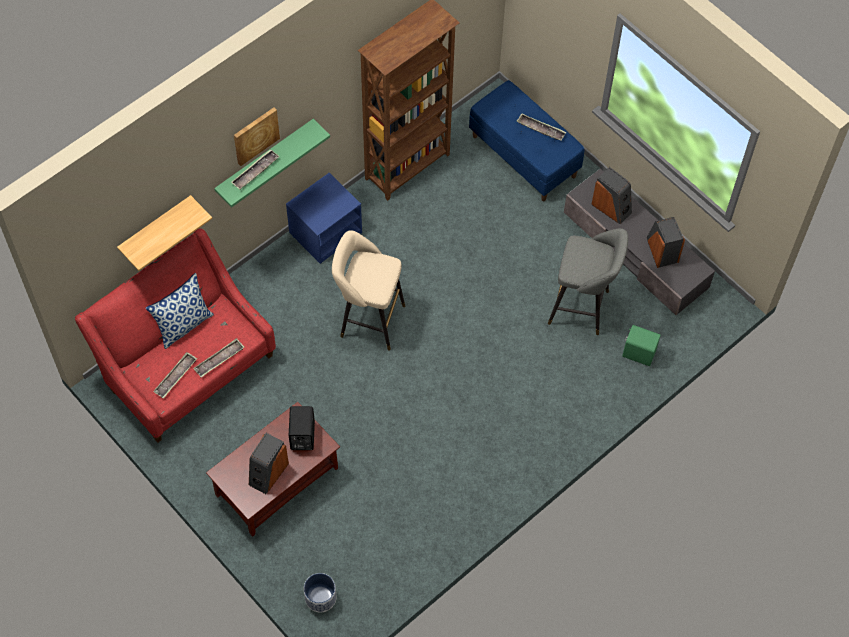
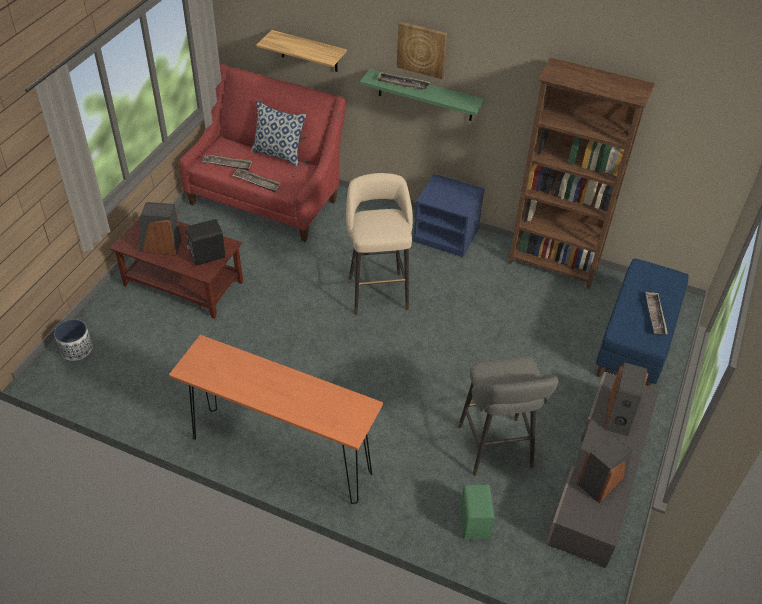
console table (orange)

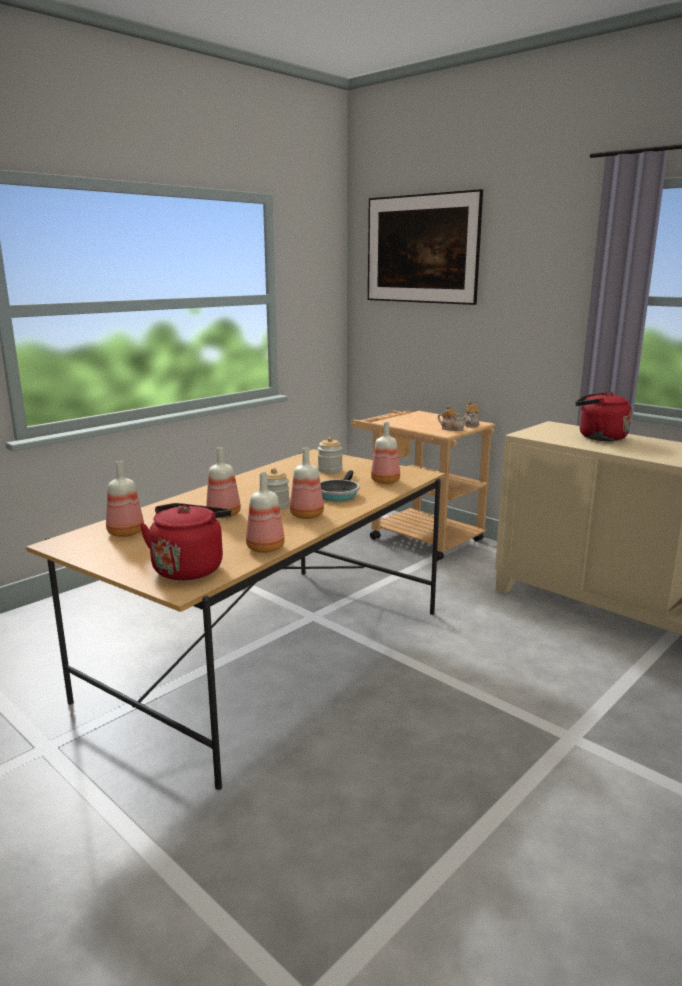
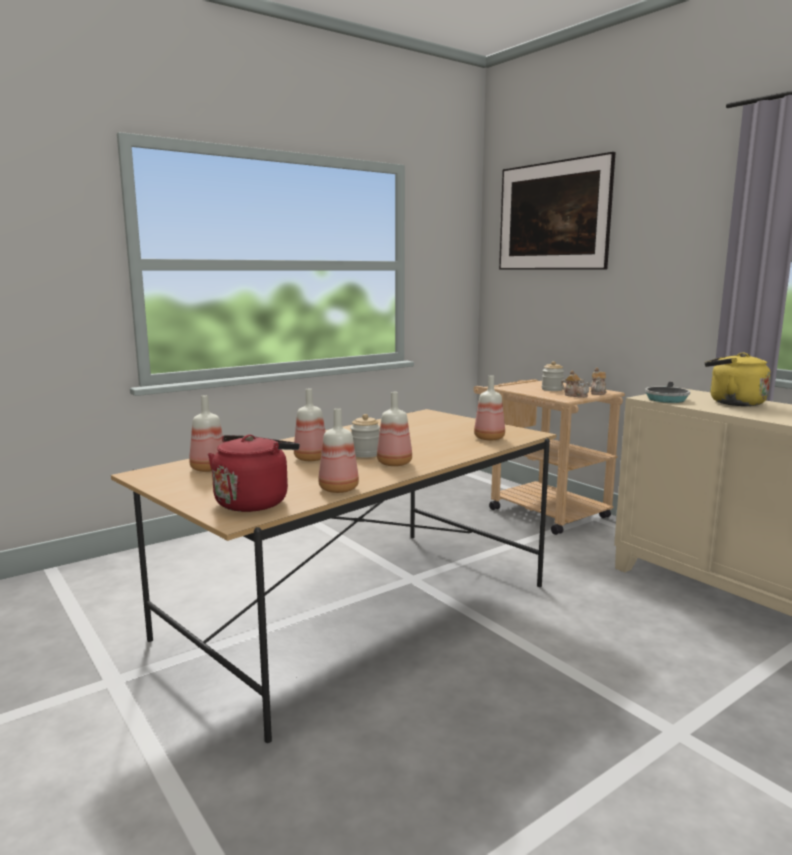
jar (no. 2 from left); frying pan; kettle (yellow)

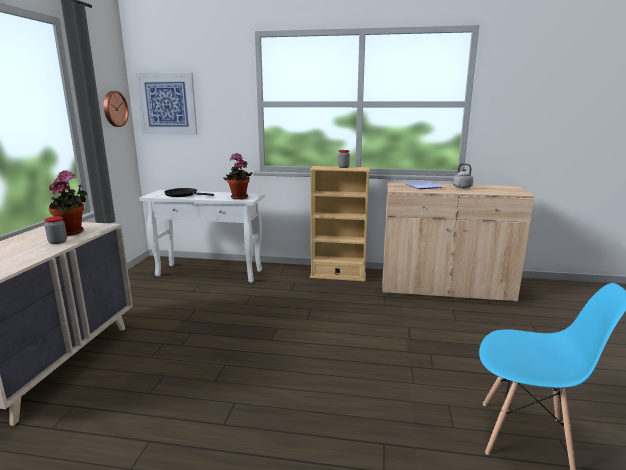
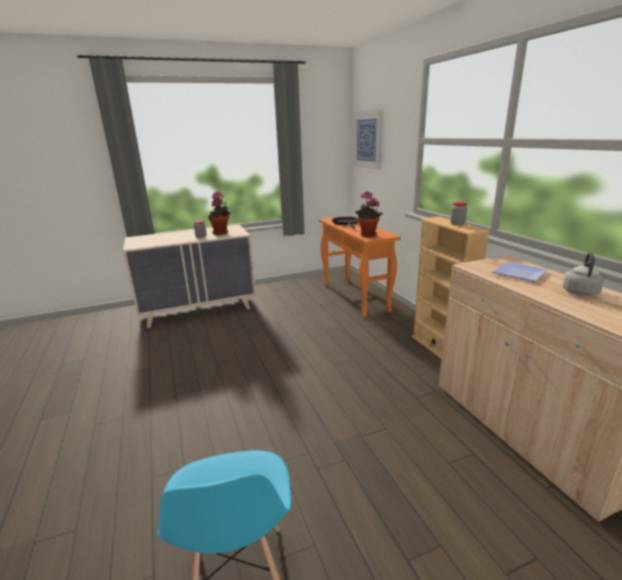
wall clock; console table (orange)

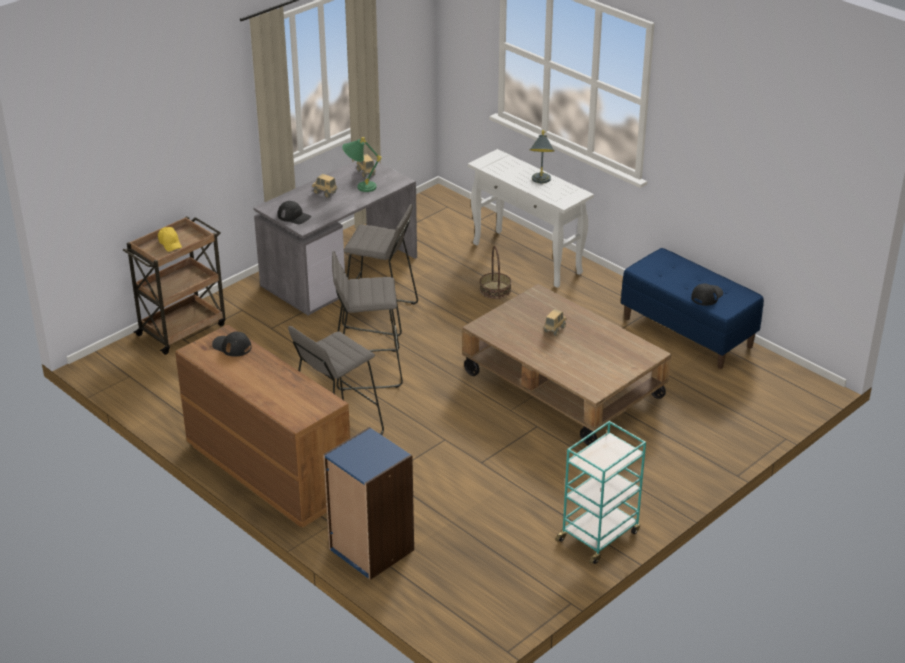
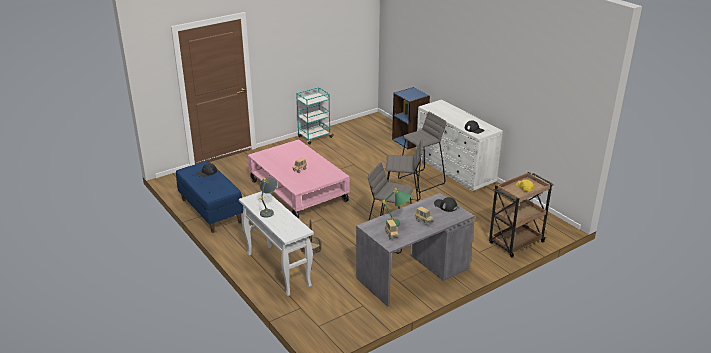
dresser (white); coffee table (pink)

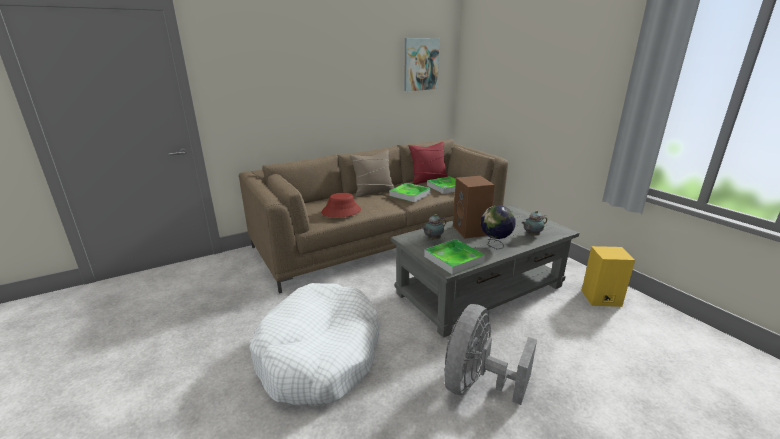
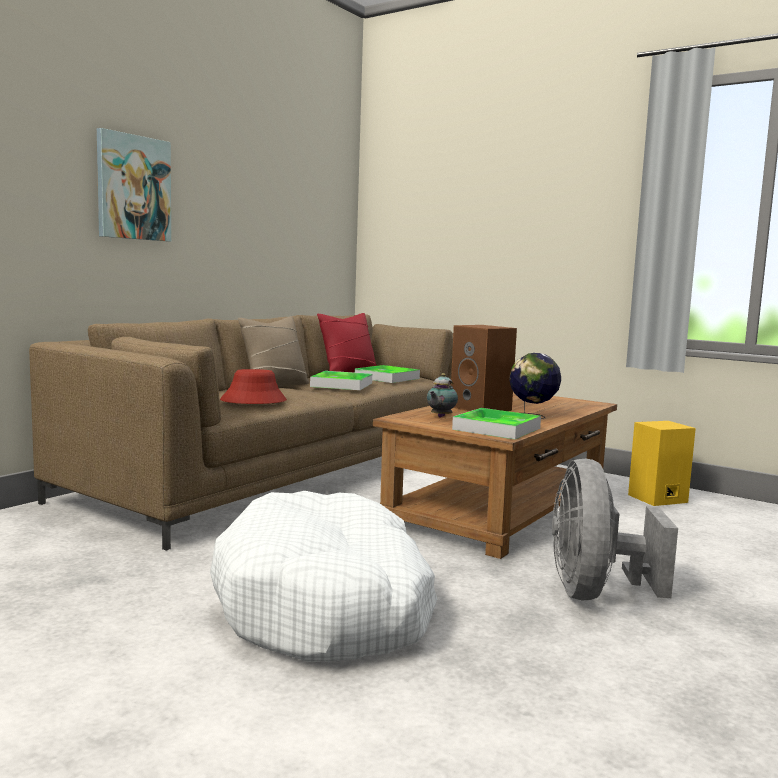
teapot (no. 2 from left in the first image); picture; coffee table (brown)

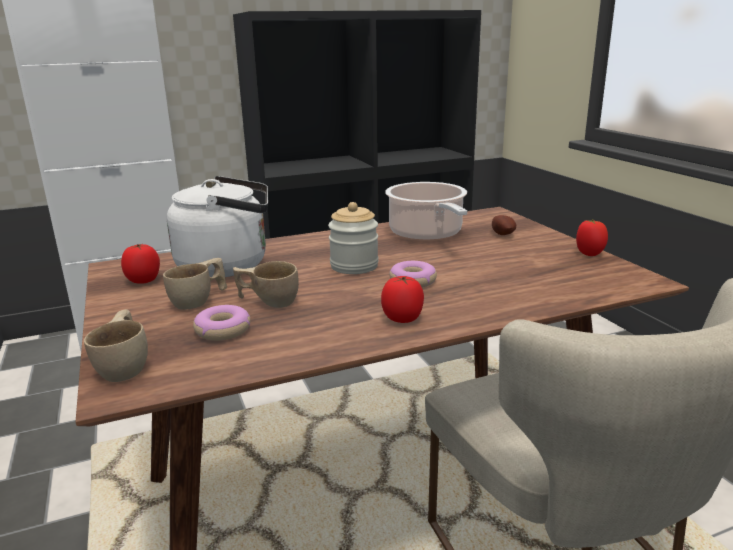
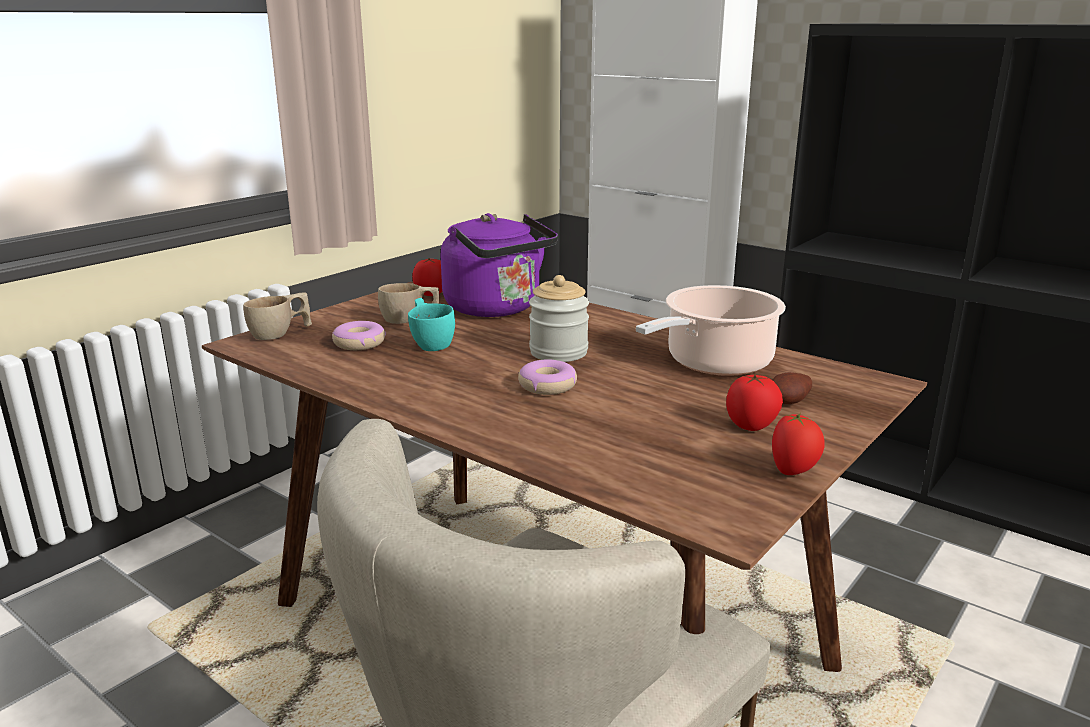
tomato (no. 2 from left); kettle (purple); cup (turquoise)

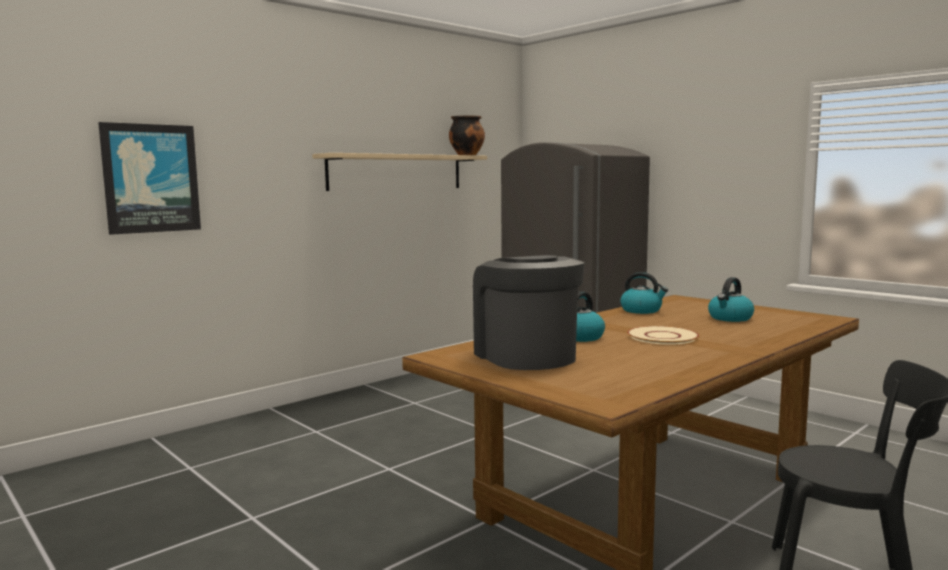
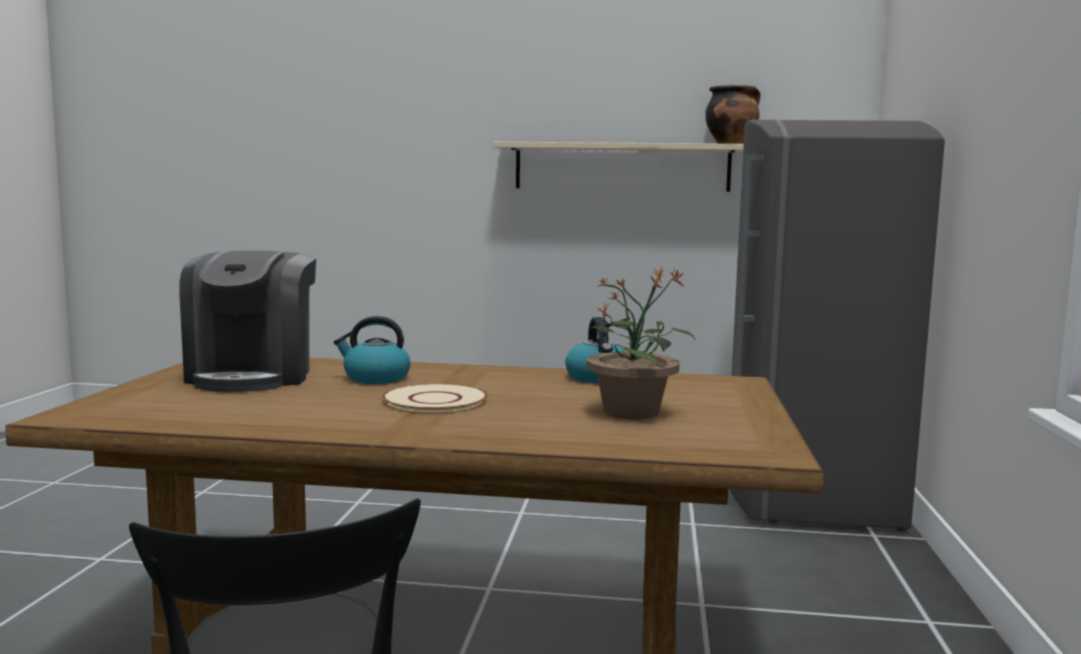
picture; potted plant; coffee machine

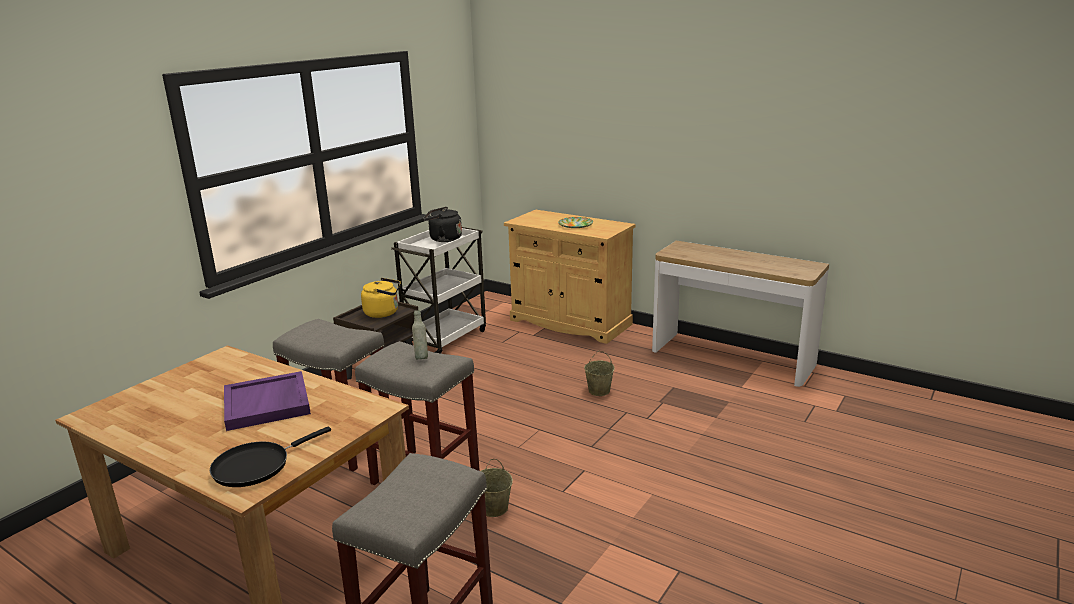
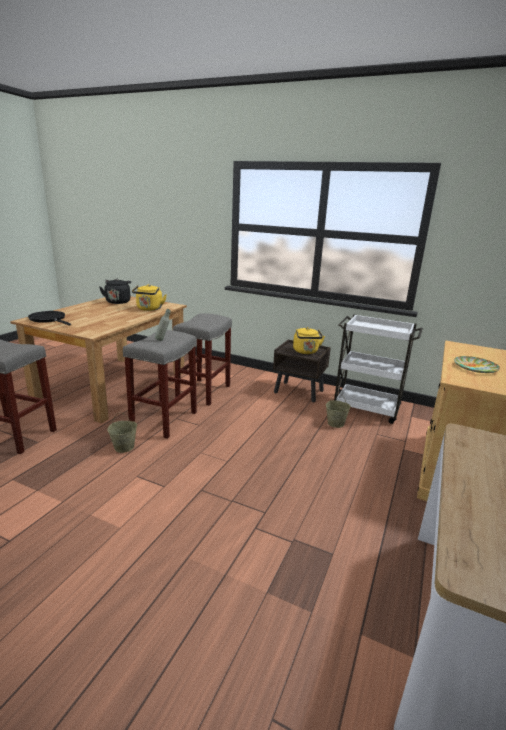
tray (purple); kettle (yellow) (no. 1 from left); kettle (black); bucket (beige) (no. 2 from left)

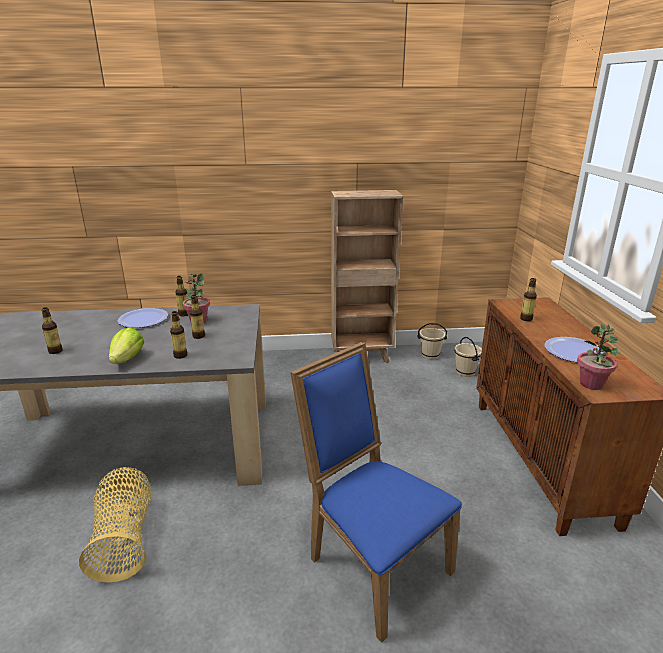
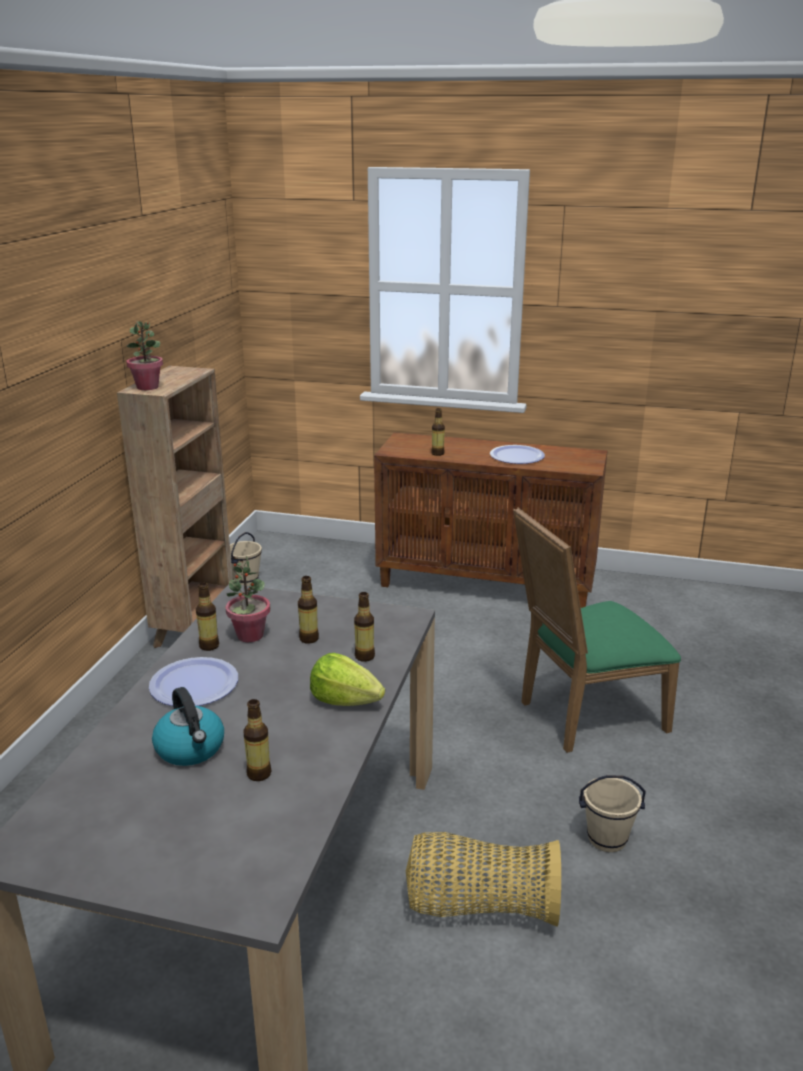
kettle; bucket (beige) (no. 2 from left); potted plant (no. 1 from left); chair (green)

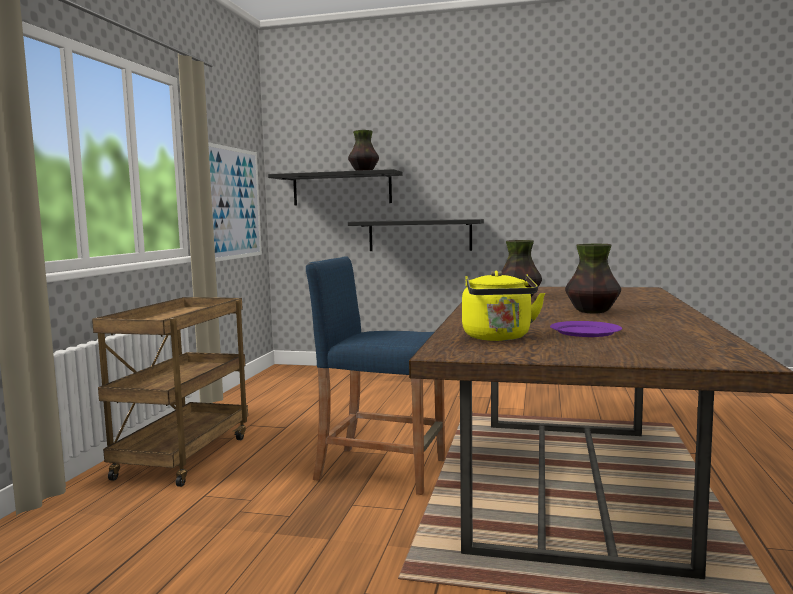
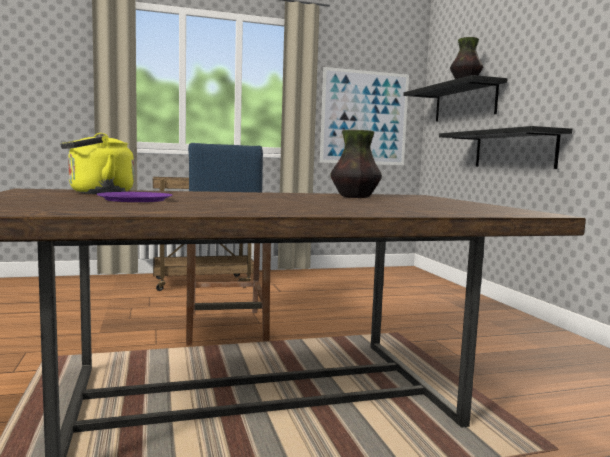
vase (no. 3 from left in the first image)

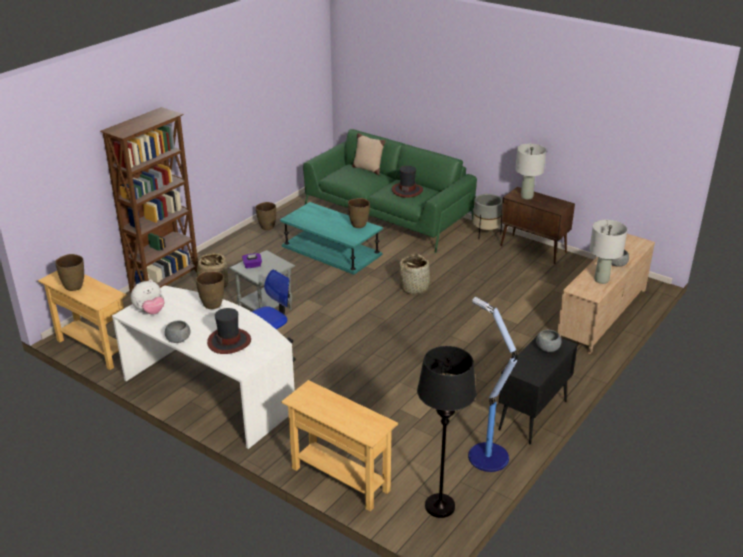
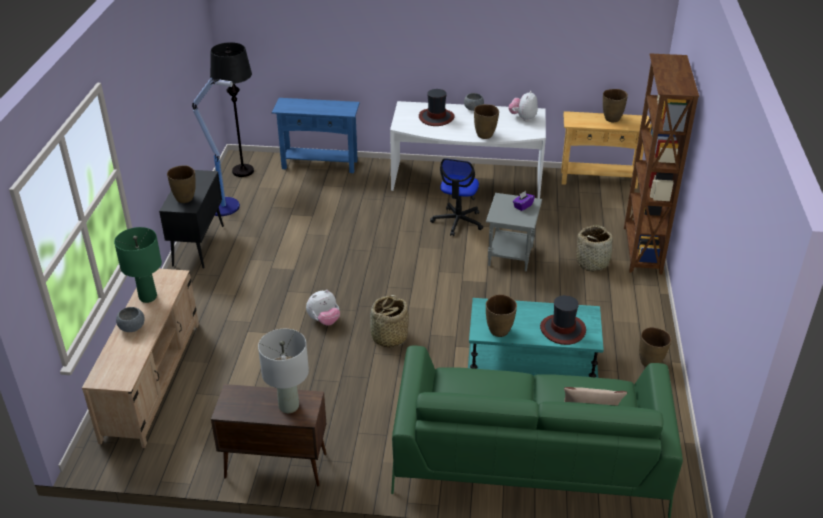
planter (grey); plush toy (no. 1 from left); hat (no. 2 from left); vase (brown) (no. 1 from left); console table (blue); table lamp (green)

